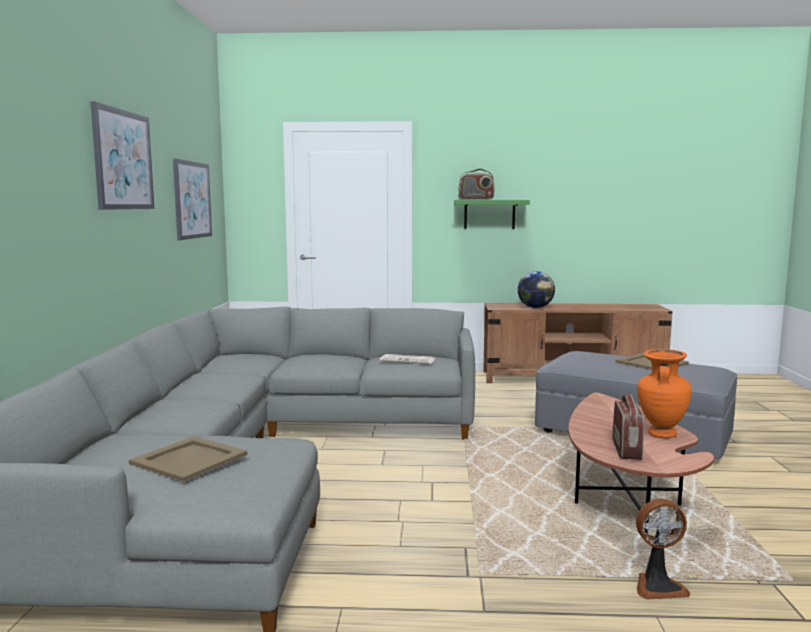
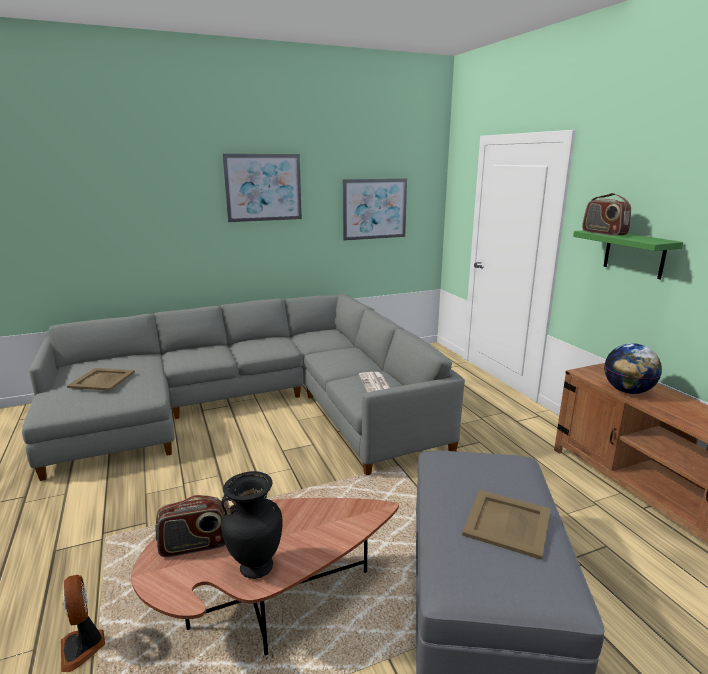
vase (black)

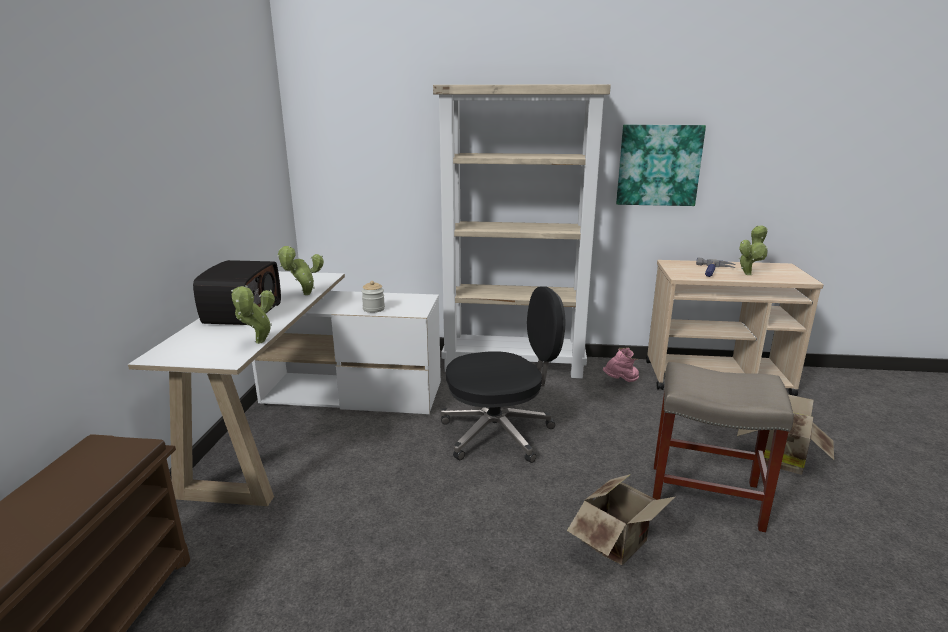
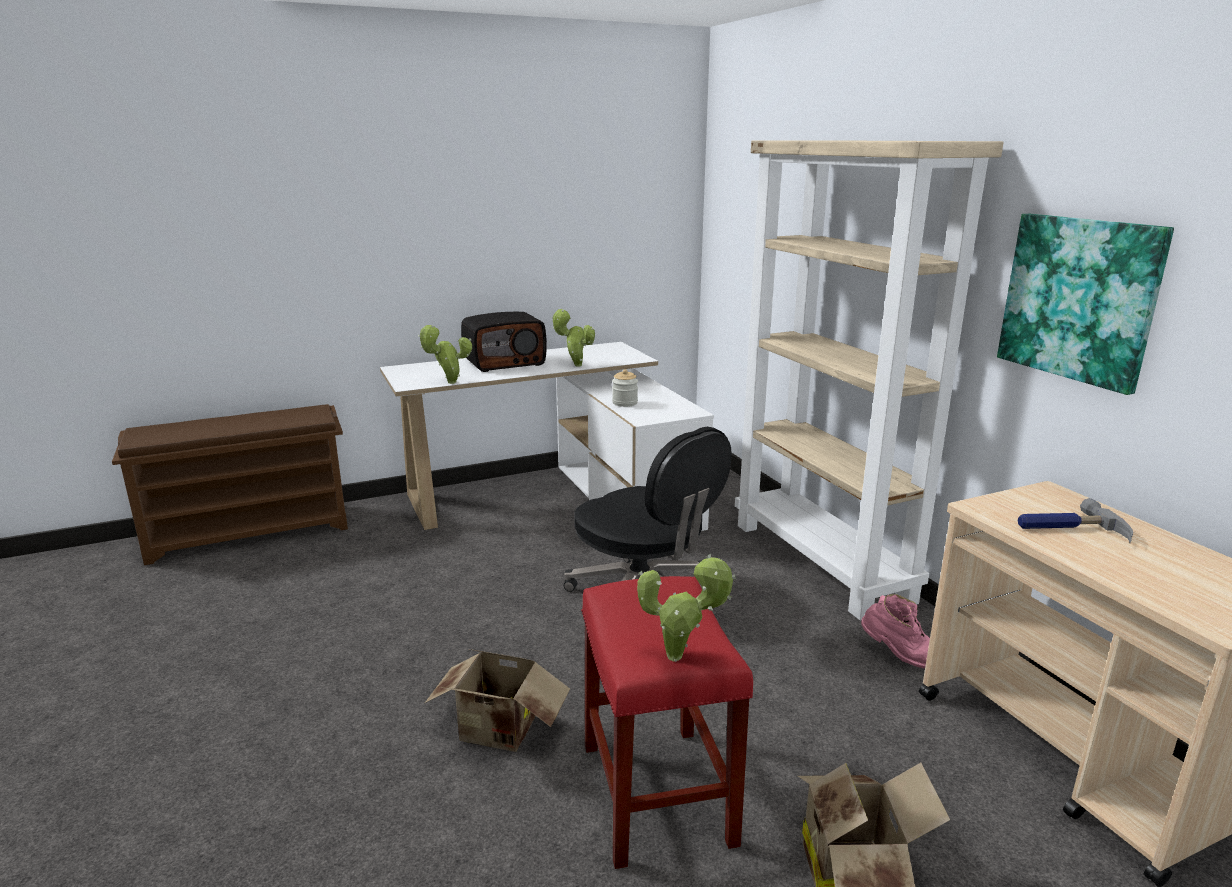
potted plant (no. 3 from left); stool (red)

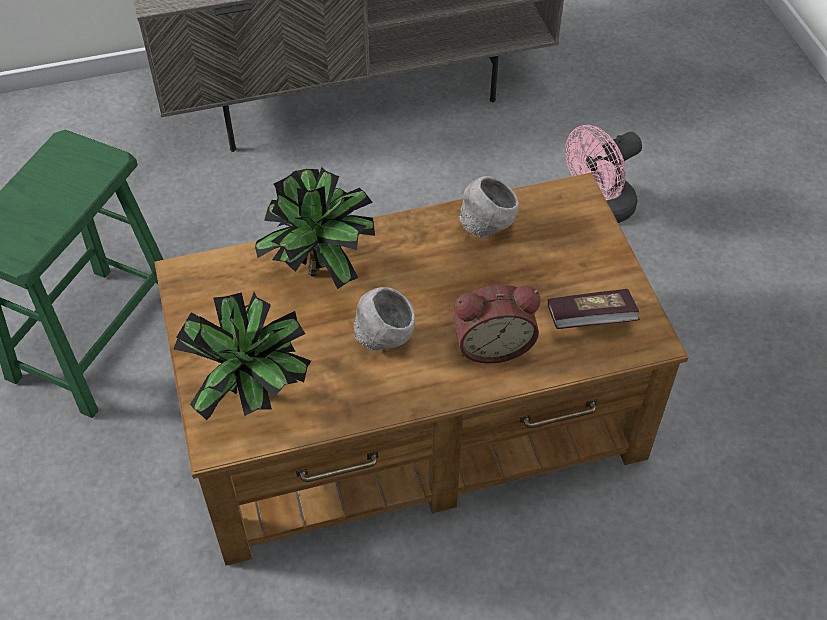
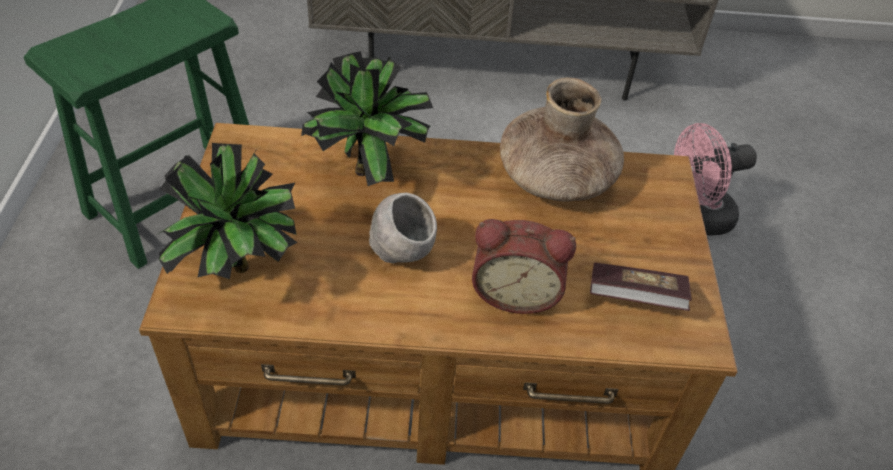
vase (brown)

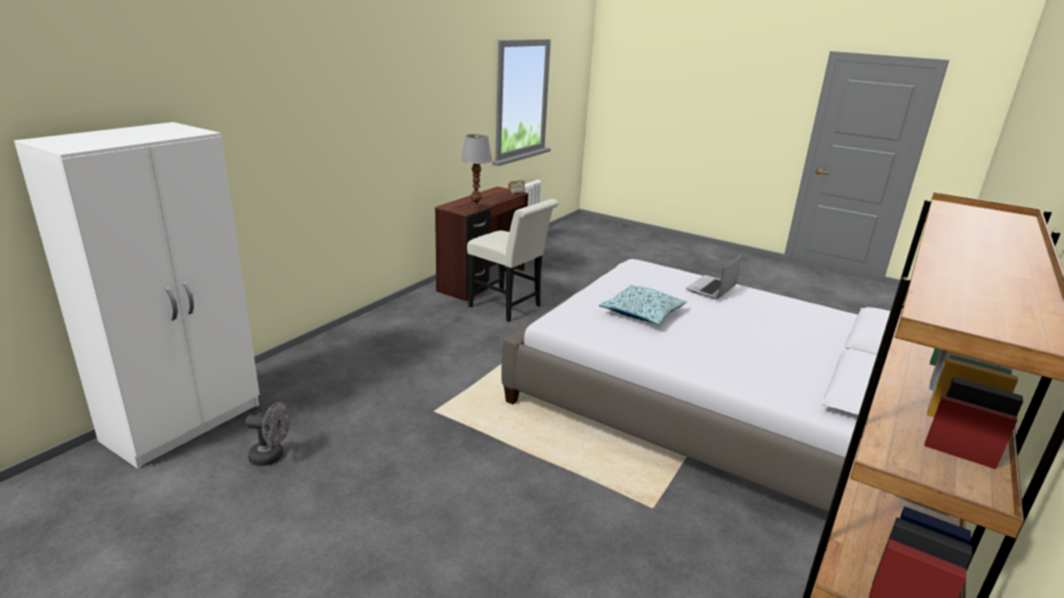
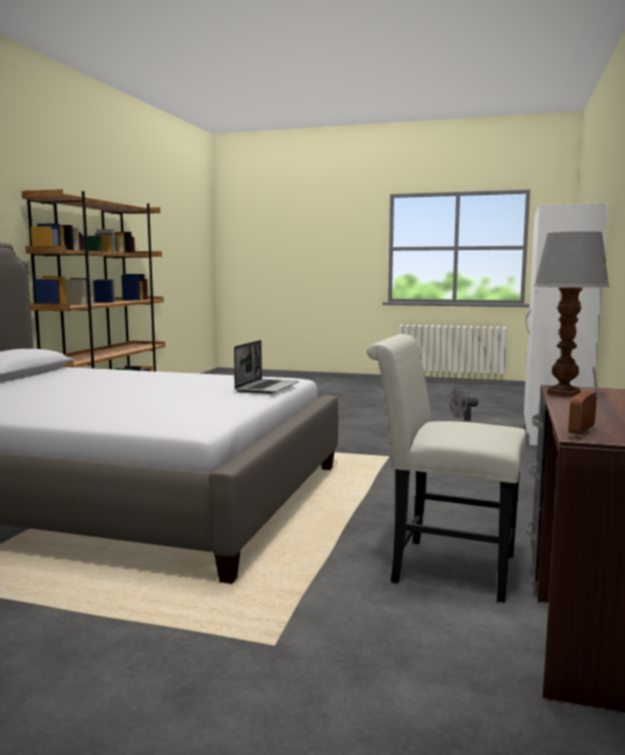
pillow; laptop

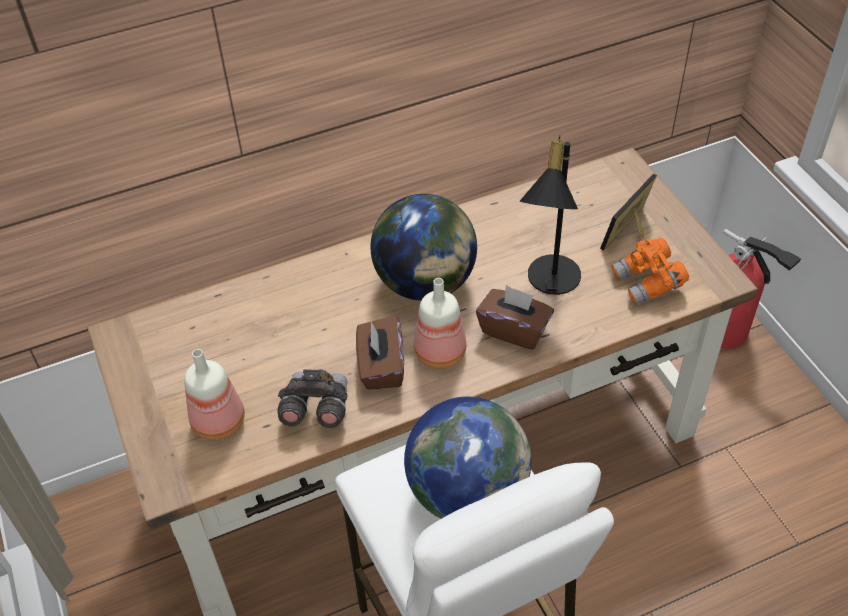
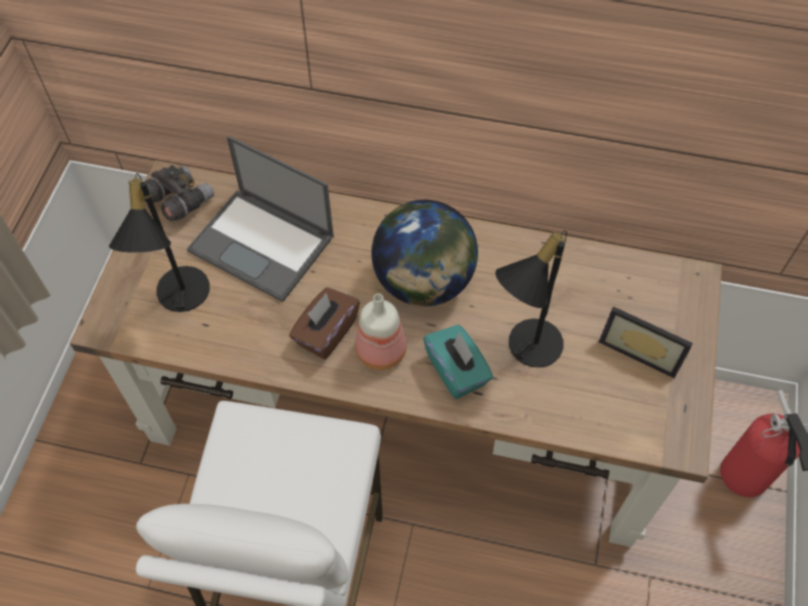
globe (no. 2 from left in the first image); binoculars (orange); laptop; binoculars (grey); table lamp (black) (no. 1 from left); tissue box (turquoise); picture frame

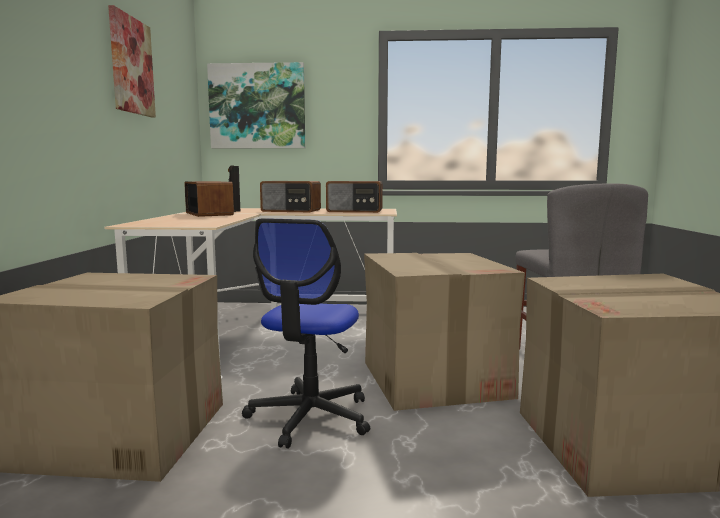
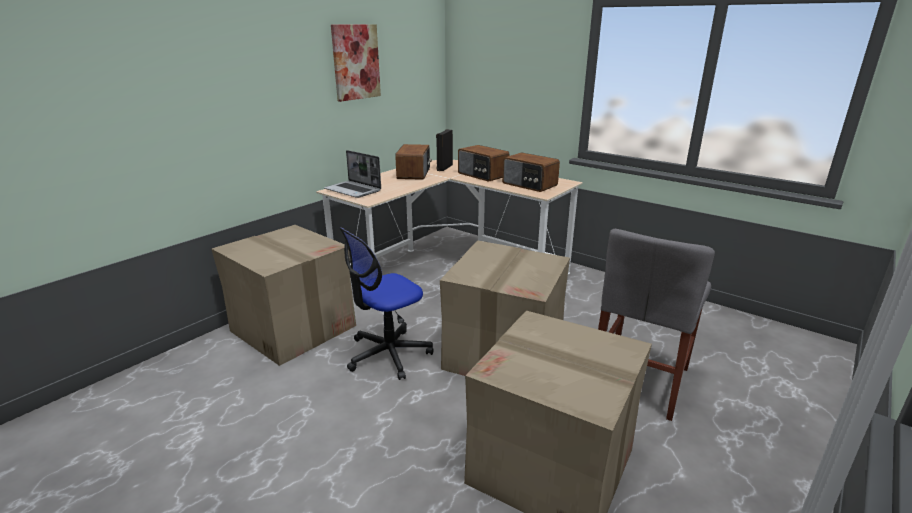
picture (no. 2 from left in the first image); laptop

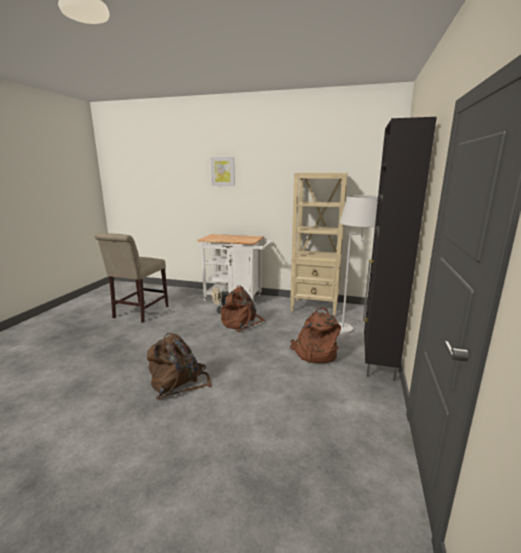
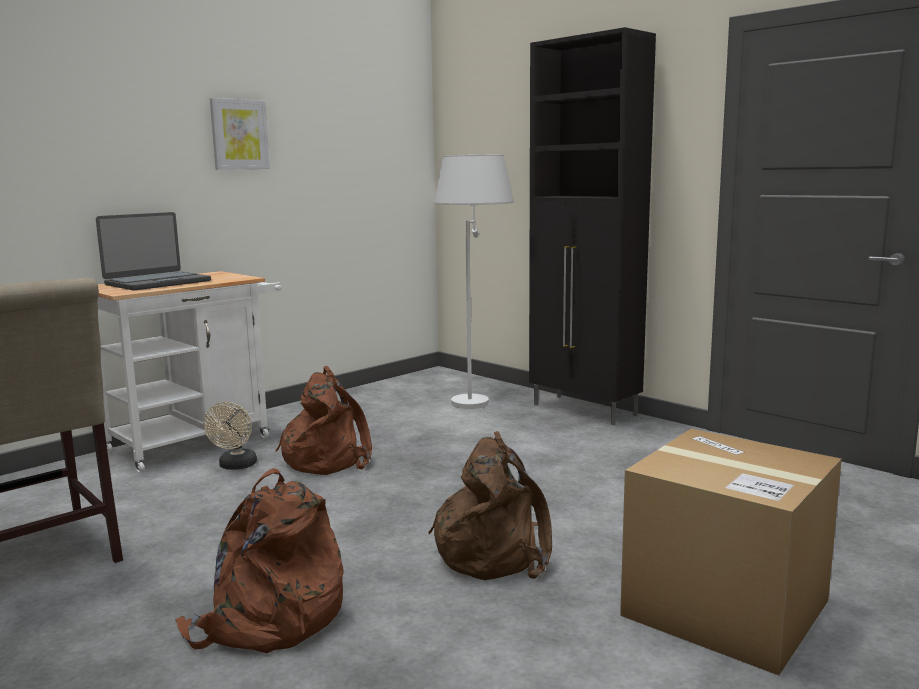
bookcase (beige); laptop; cardboard box; picture; backpack (brown) (no. 1 from left)

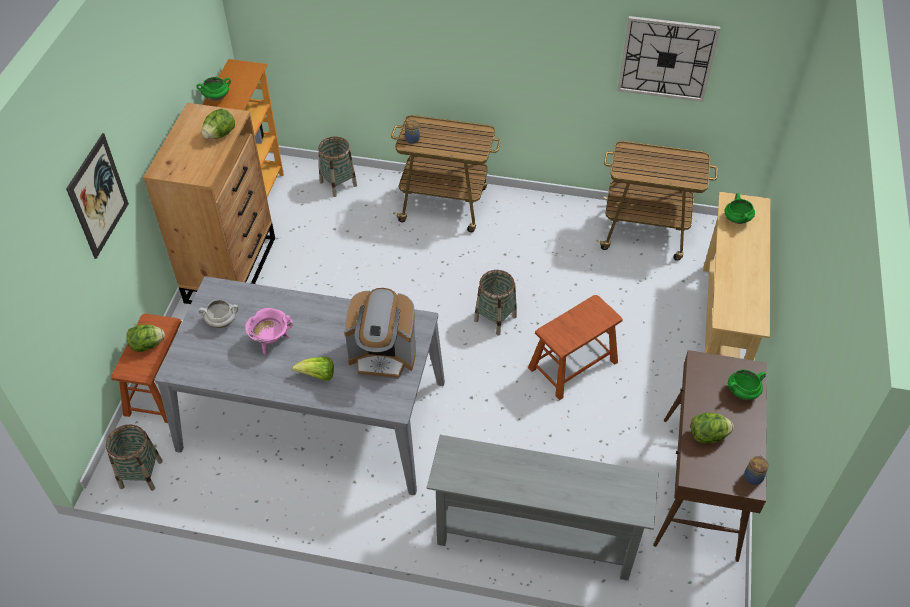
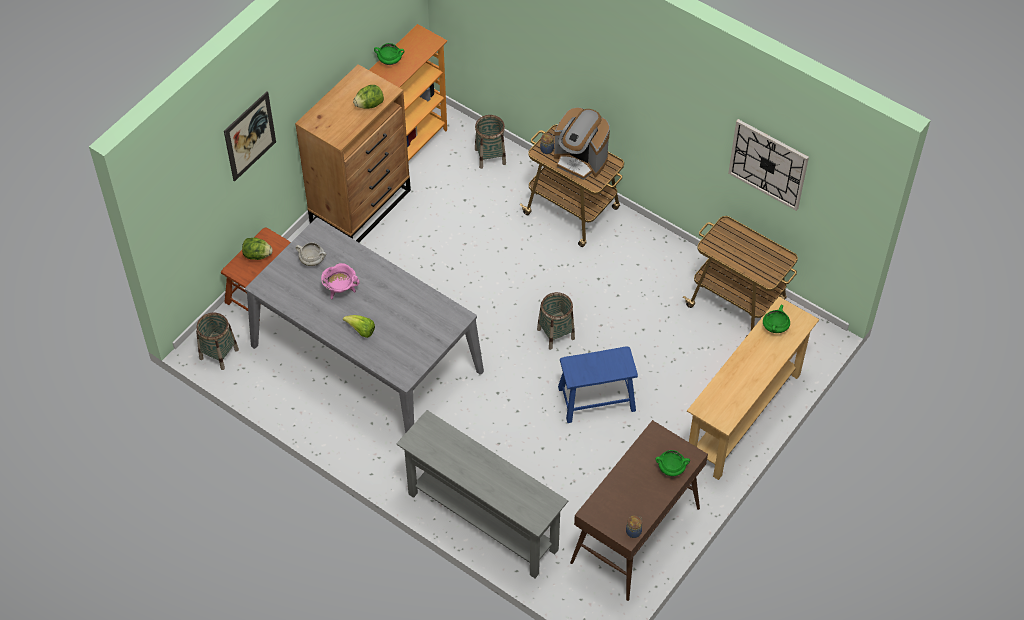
lettuce (no. 4 from left in the first image); coffee machine; stool (blue)

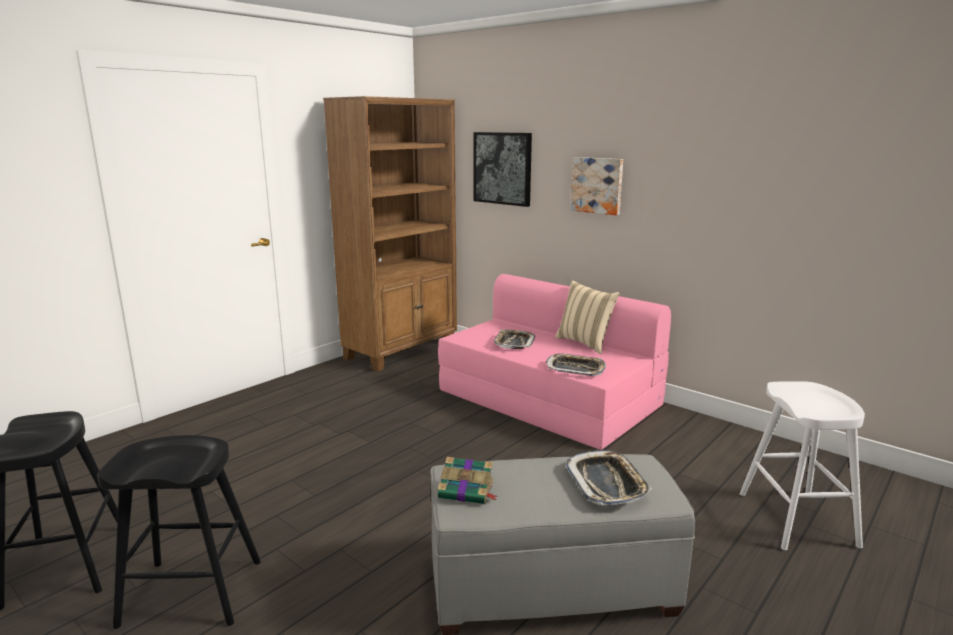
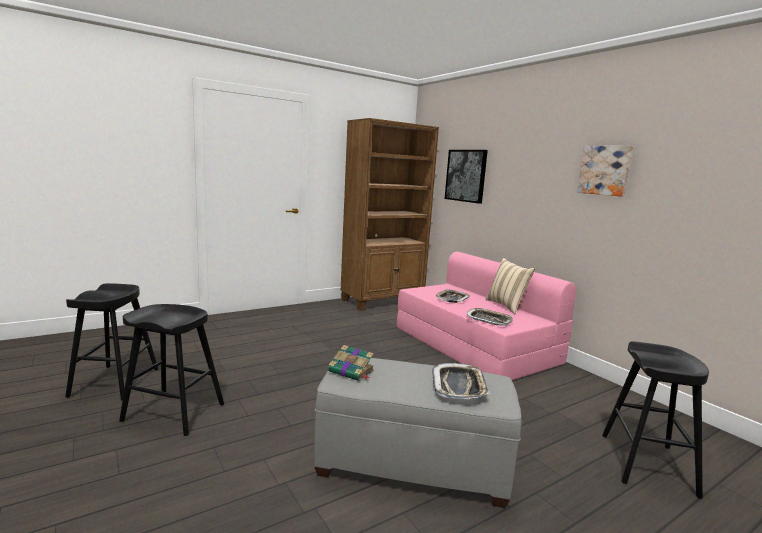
picture (no. 2 from left); stool (black) (no. 3 from left)

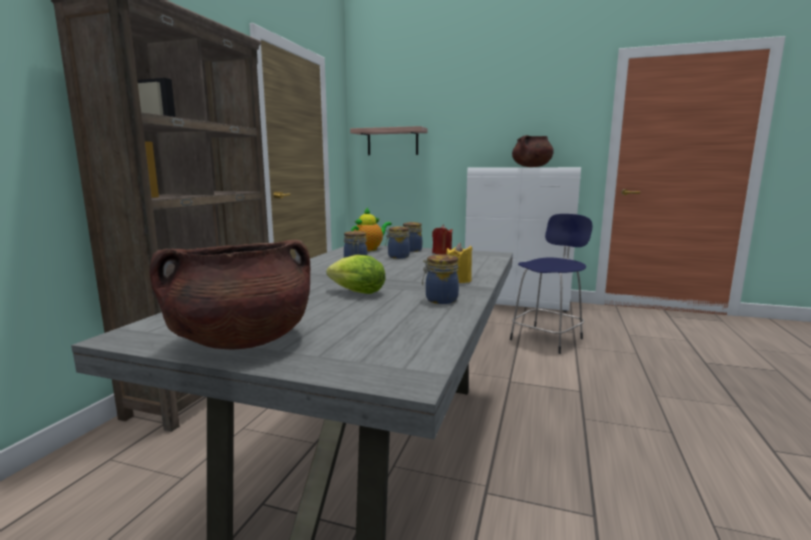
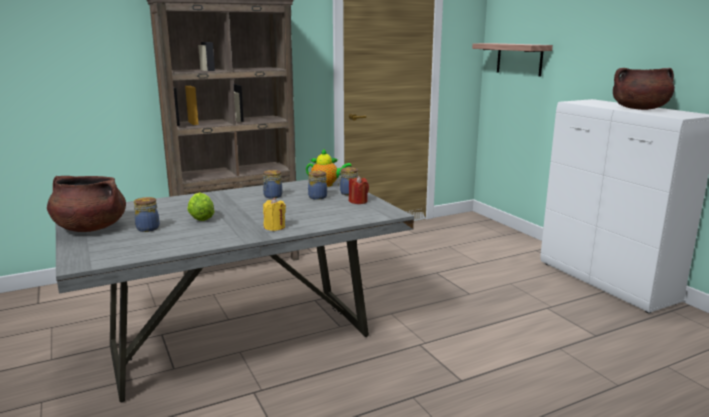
stool (blue); jar (no. 1 from left)

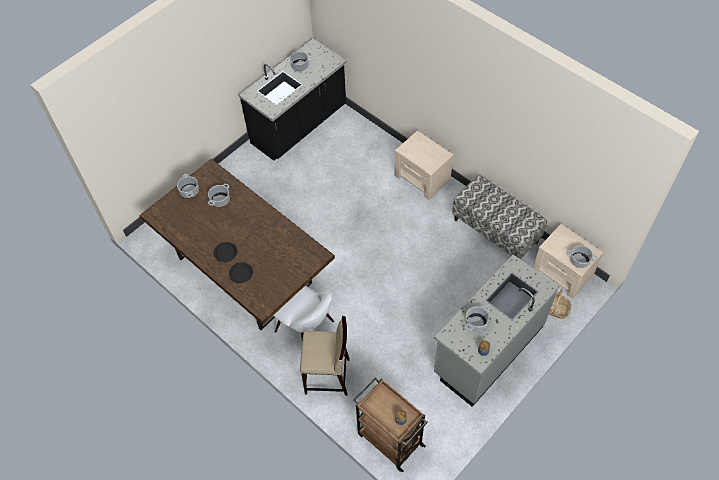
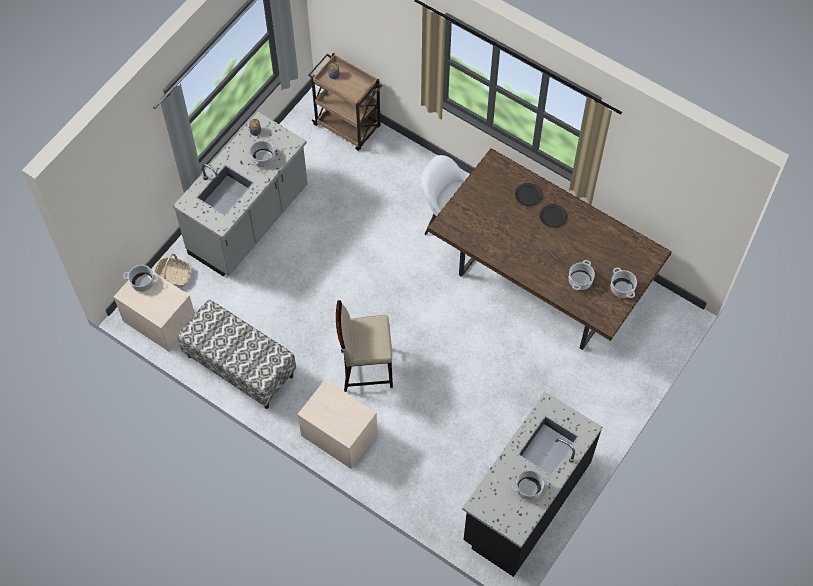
stool (beige)

